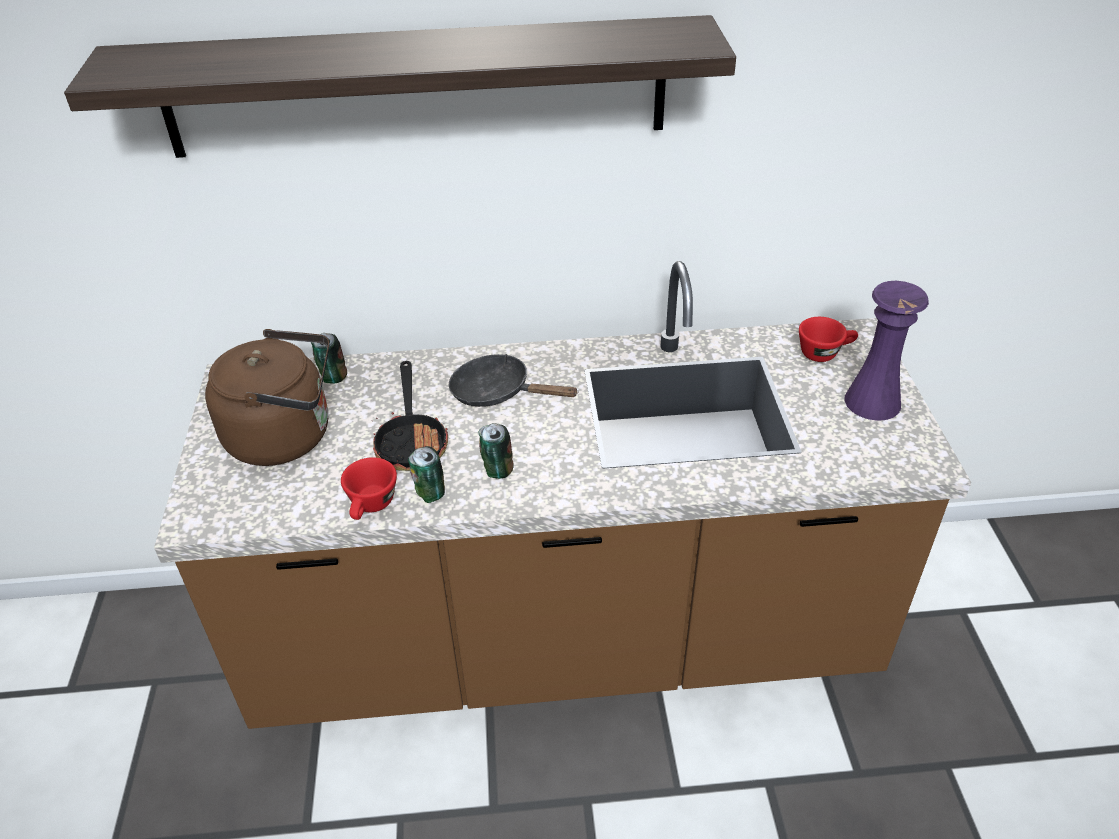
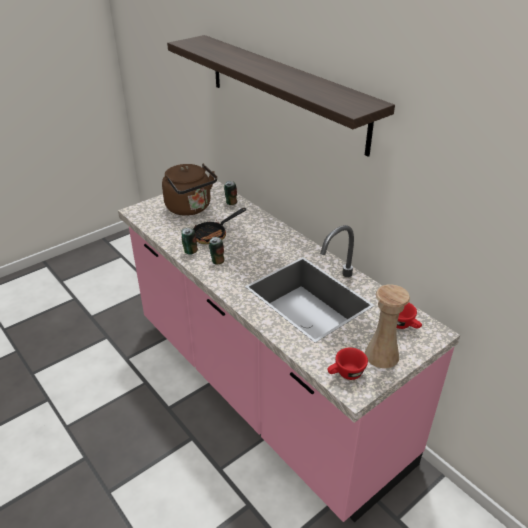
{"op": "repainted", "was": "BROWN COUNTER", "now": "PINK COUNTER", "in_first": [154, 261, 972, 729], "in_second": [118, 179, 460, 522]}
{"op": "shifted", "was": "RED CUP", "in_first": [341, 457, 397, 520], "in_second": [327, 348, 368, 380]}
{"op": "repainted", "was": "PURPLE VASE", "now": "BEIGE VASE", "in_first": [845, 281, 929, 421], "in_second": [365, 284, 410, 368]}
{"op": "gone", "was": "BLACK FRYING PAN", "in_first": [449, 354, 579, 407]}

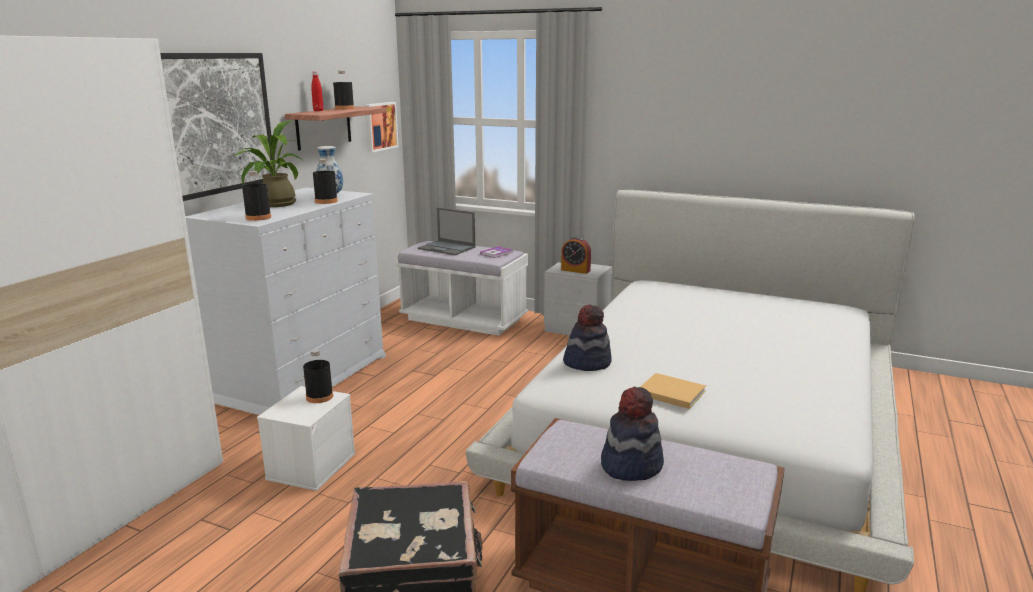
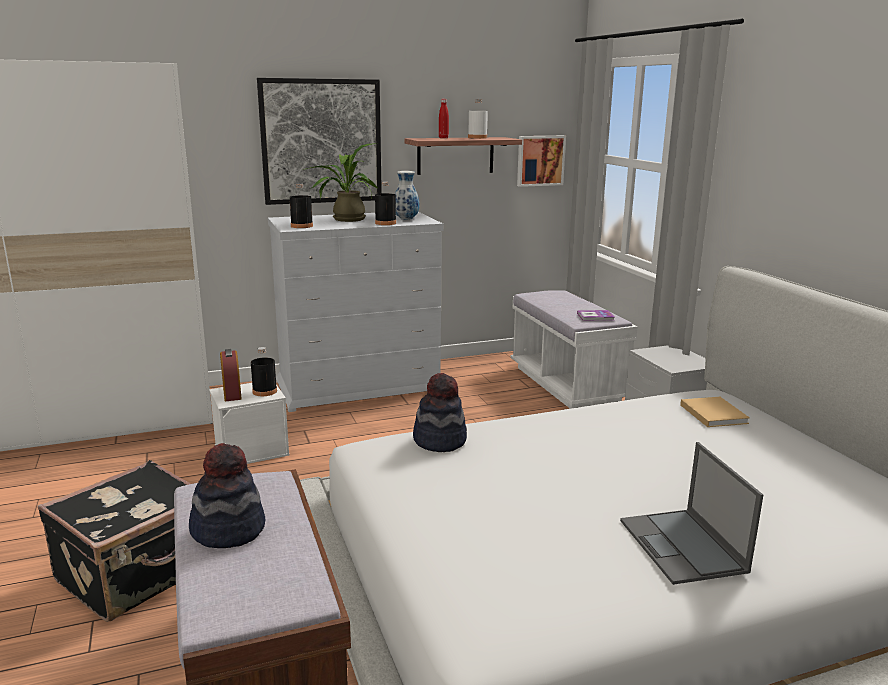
{"op": "shifted", "was": "ALARM CLOCK", "in_first": [561, 237, 591, 274], "in_second": [220, 349, 242, 401]}
{"op": "repainted", "was": "BLACK BOTTLE", "now": "WHITE BOTTLE", "in_first": [333, 71, 354, 110], "in_second": [468, 99, 488, 139]}
{"op": "shifted", "was": "LAPTOP", "in_first": [418, 208, 475, 255], "in_second": [620, 442, 763, 585]}
{"op": "shifted", "was": "BEIGE BOOK", "in_first": [640, 373, 706, 409], "in_second": [680, 397, 750, 427]}

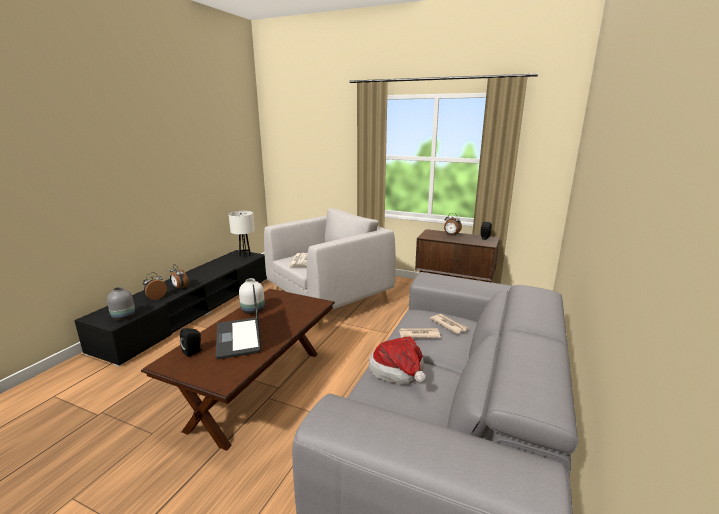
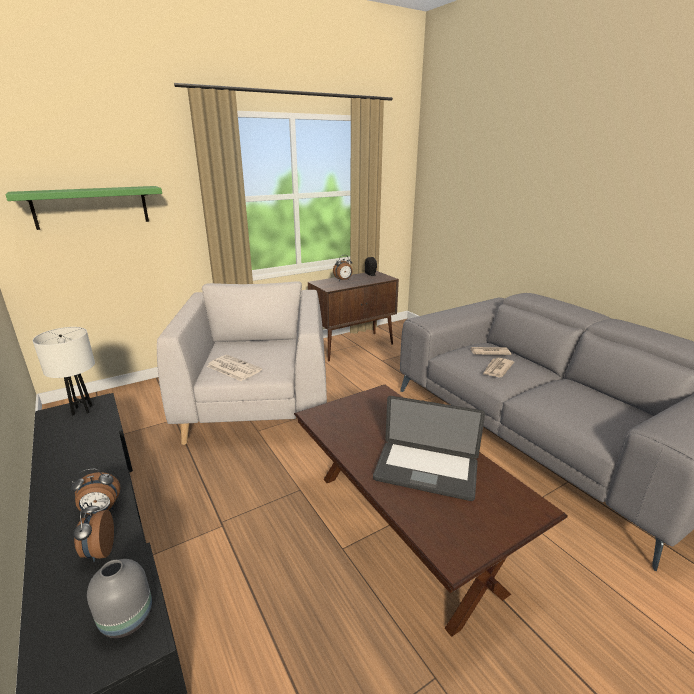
{"op": "new", "now": "GREEN SHELF", "in_second": [6, 186, 162, 230]}
{"op": "gone", "was": "BLACK SPEAKER", "in_first": [180, 328, 202, 357]}
{"op": "gone", "was": "WHITE VASE", "in_first": [239, 278, 265, 314]}
{"op": "gone", "was": "HAT", "in_first": [369, 337, 426, 385]}

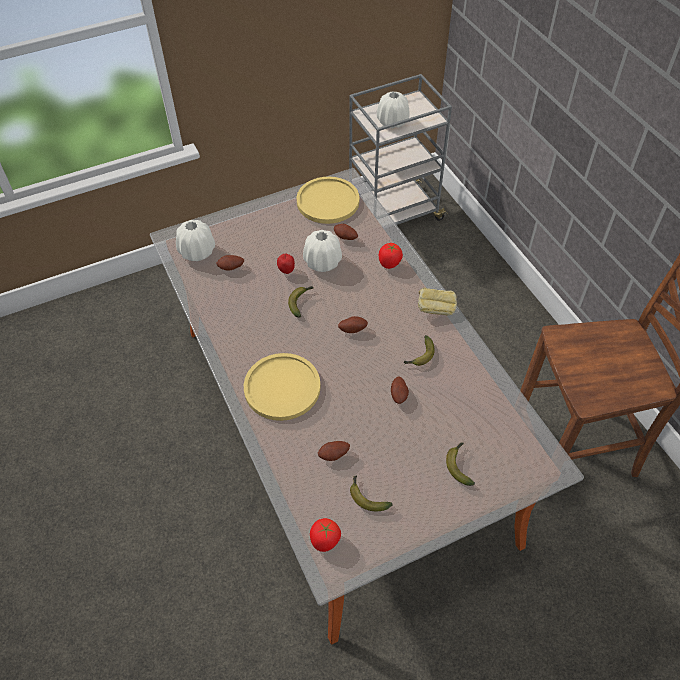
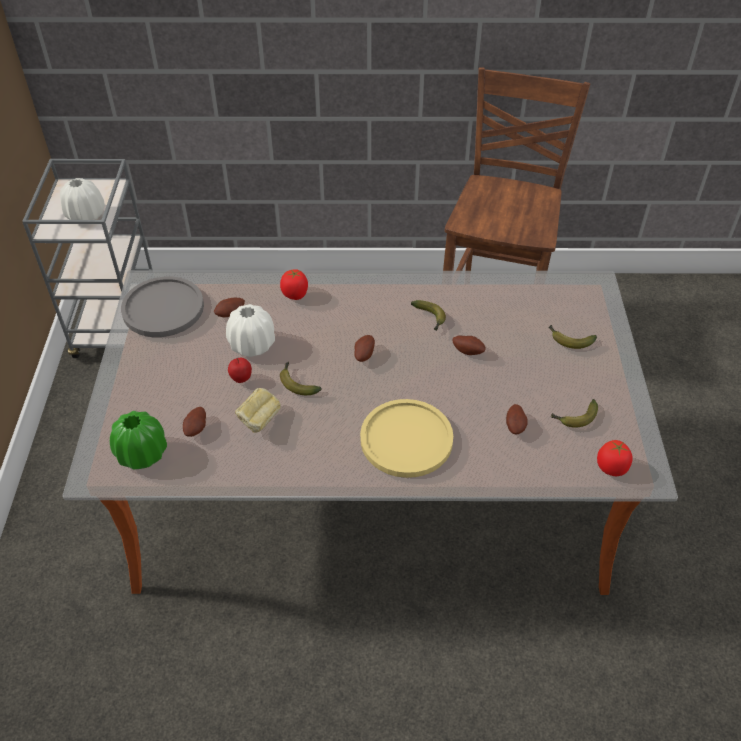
{"op": "repainted", "was": "WHITE VASE", "now": "GREEN VASE", "in_first": [176, 220, 215, 261], "in_second": [110, 411, 167, 469]}
{"op": "repainted", "was": "YELLOW PLATE", "now": "GREY PLATE", "in_first": [297, 177, 359, 224], "in_second": [121, 276, 204, 337]}
{"op": "shifted", "was": "BREAD", "in_first": [418, 287, 457, 316], "in_second": [235, 388, 281, 433]}

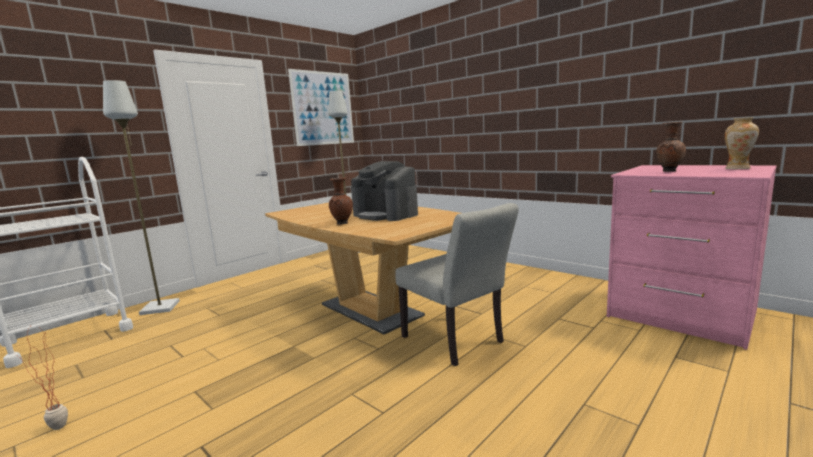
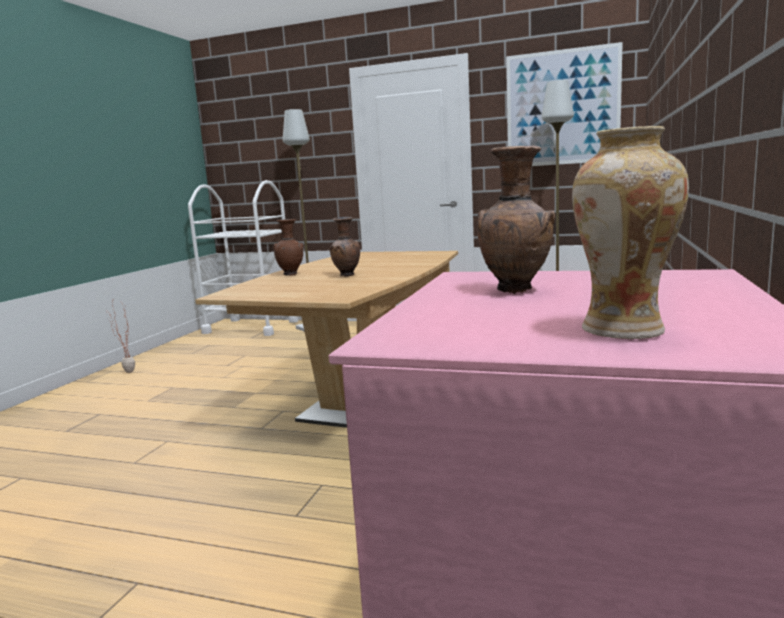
{"op": "swapped", "was": "COFFEE MACHINE", "now": "BROWN VASE", "in_first": [351, 161, 418, 221], "in_second": [329, 217, 360, 277]}
{"op": "gone", "was": "GREY CHAIR", "in_first": [395, 203, 519, 366]}

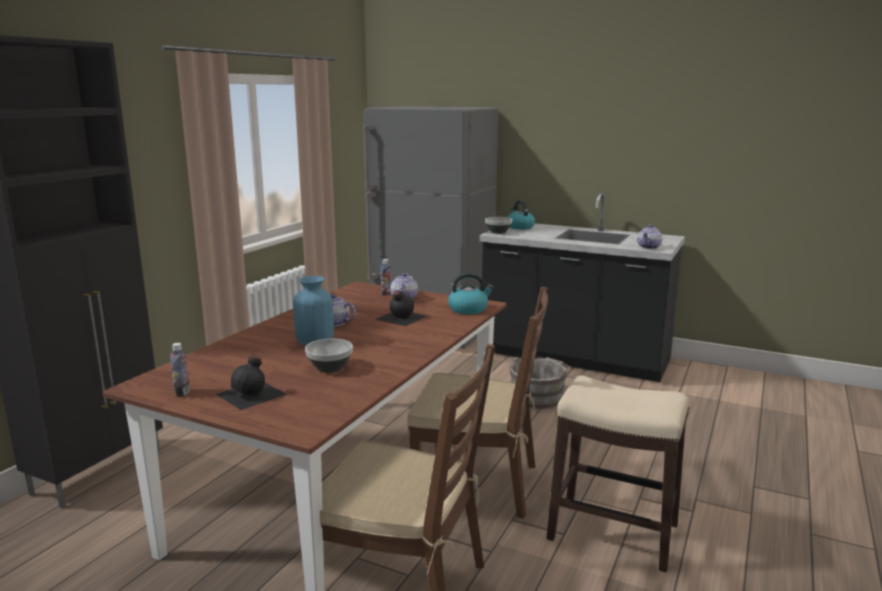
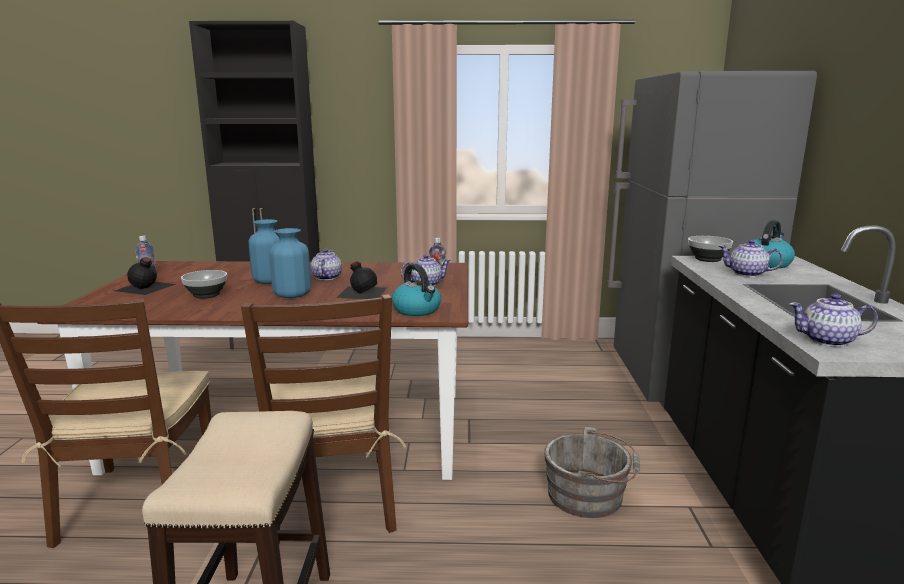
{"op": "new", "now": "BLUE VASE", "in_second": [269, 228, 311, 298]}
{"op": "new", "now": "TEAPOT", "in_second": [719, 240, 783, 277]}

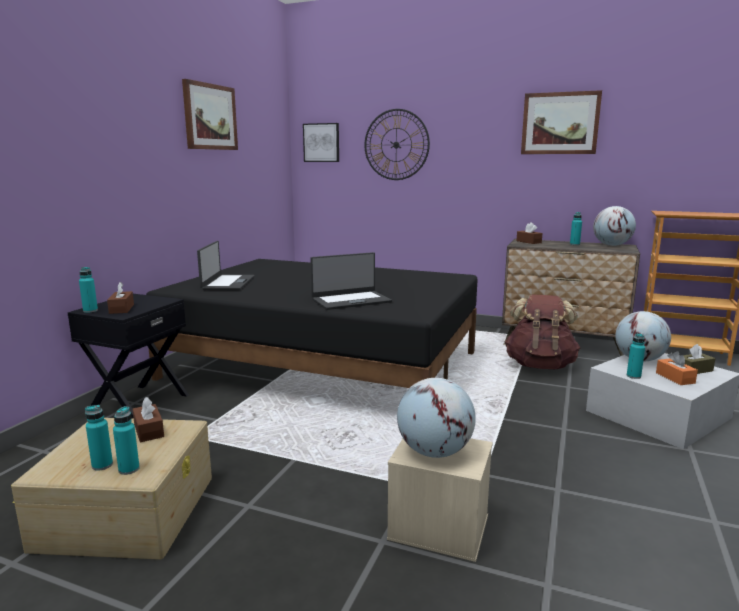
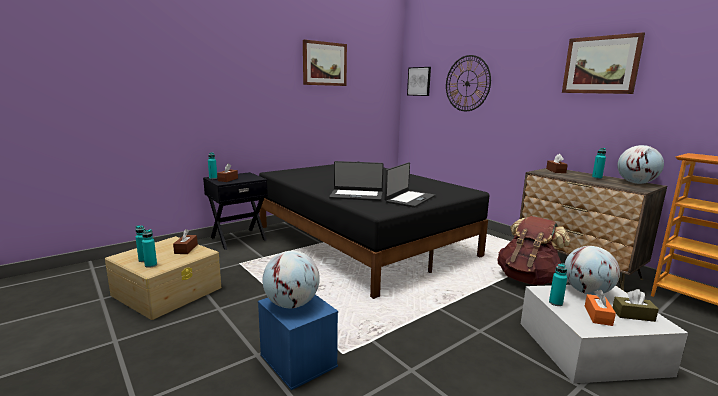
{"op": "repainted", "was": "BEIGE STORAGE BOX", "now": "BLUE STORAGE BOX", "in_first": [387, 438, 493, 562], "in_second": [258, 295, 338, 390]}
{"op": "shifted", "was": "LAPTOP", "in_first": [197, 241, 255, 290], "in_second": [384, 162, 435, 208]}

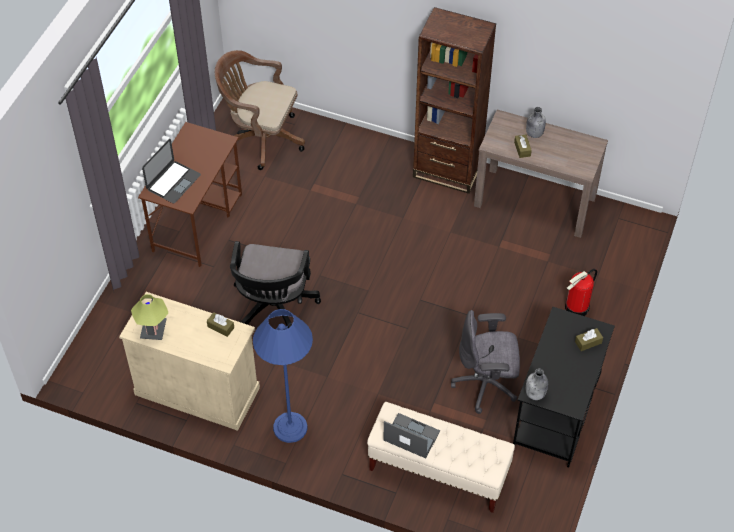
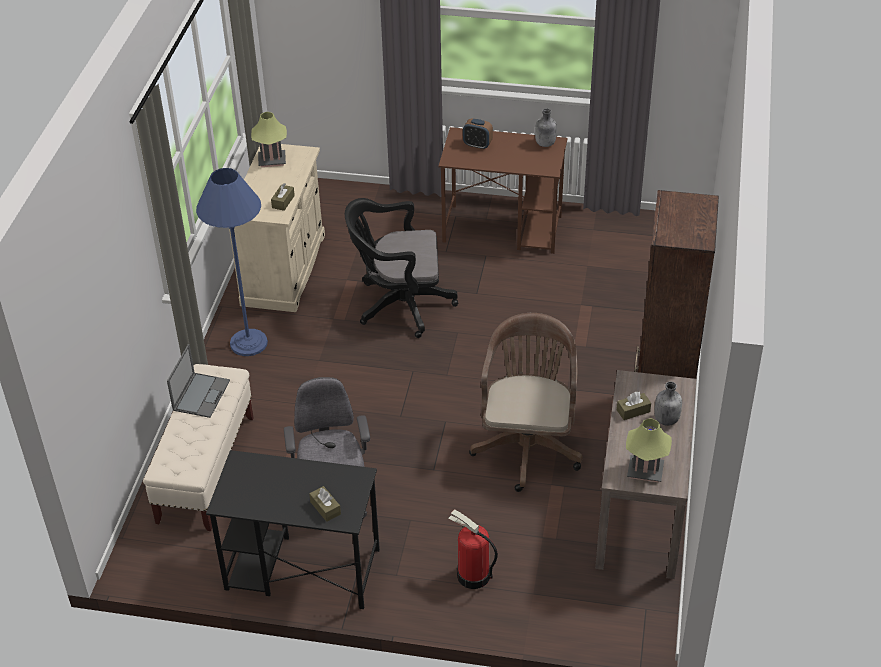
{"op": "swapped", "was": "LAPTOP", "now": "ALARM CLOCK", "in_first": [142, 139, 201, 204], "in_second": [463, 118, 493, 150]}
{"op": "shifted", "was": "BROWN OFFICE CHAIR", "in_first": [215, 50, 305, 170], "in_second": [469, 313, 583, 492]}
{"op": "shifted", "was": "GREY BOTTLE", "in_first": [526, 369, 548, 400], "in_second": [535, 108, 557, 147]}
{"op": "new", "now": "TABLE LAMP", "in_second": [626, 418, 672, 482]}

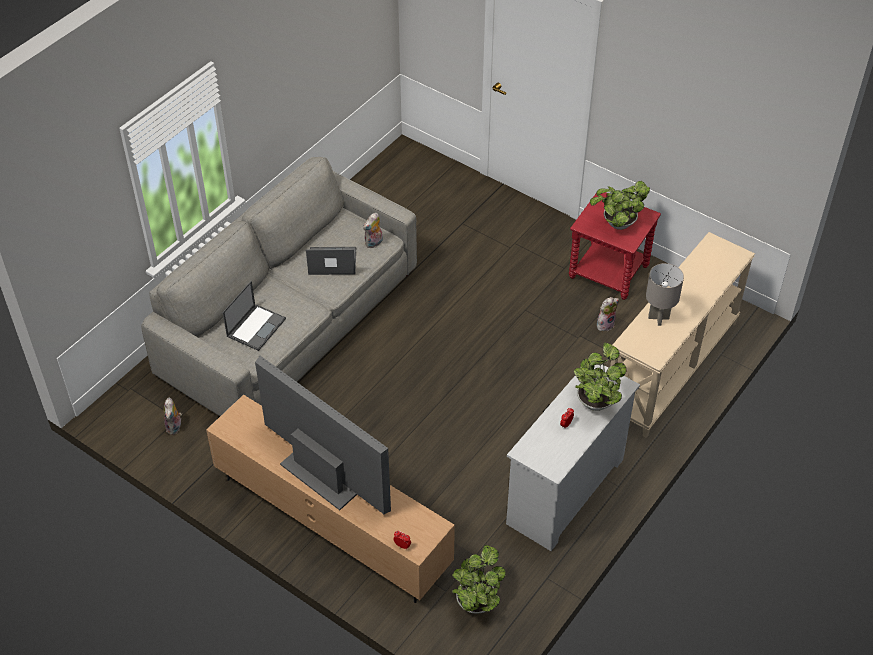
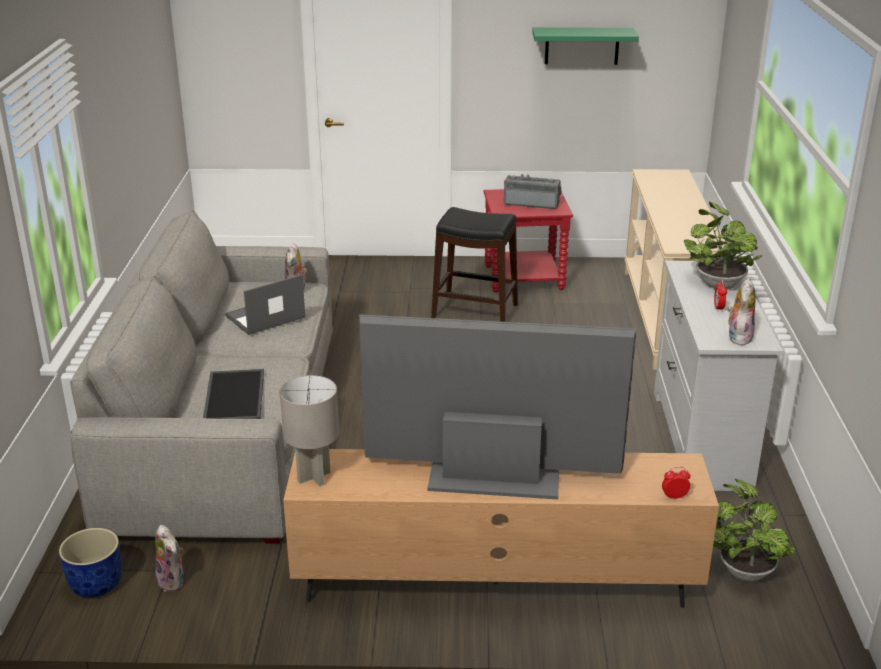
{"op": "new", "now": "BLUE PLANTER", "in_second": [59, 528, 122, 598]}
{"op": "swapped", "was": "LAPTOP", "now": "TRAY", "in_first": [223, 281, 286, 351], "in_second": [203, 369, 264, 419]}
{"op": "shifted", "was": "GREY TABLE LAMP", "in_first": [646, 263, 684, 326], "in_second": [279, 375, 339, 486]}
{"op": "new", "now": "BLACK STOOL", "in_second": [431, 207, 518, 322]}
{"op": "swapped", "was": "POTTED PLANT", "now": "RADIO", "in_first": [590, 181, 650, 230], "in_second": [504, 174, 562, 209]}
{"op": "new", "now": "GREEN SHELF", "in_second": [532, 27, 639, 65]}
{"op": "shifted", "was": "PLUSH TOY", "in_first": [597, 297, 619, 331], "in_second": [727, 278, 756, 345]}

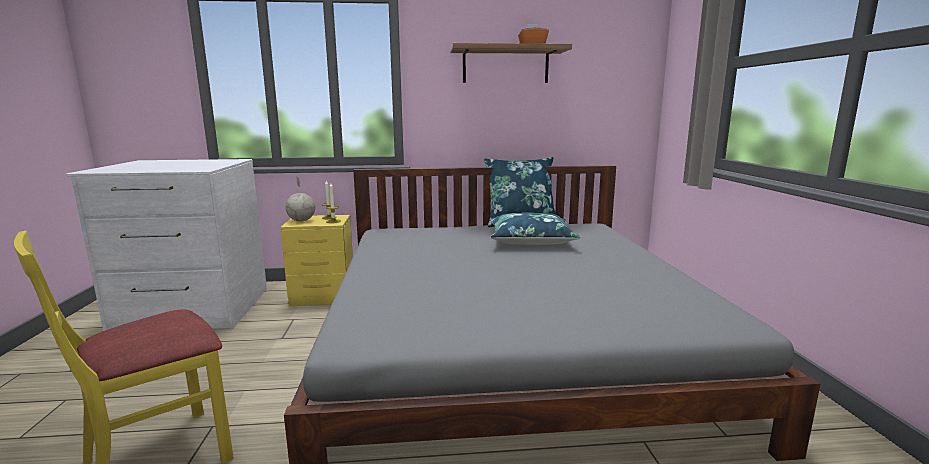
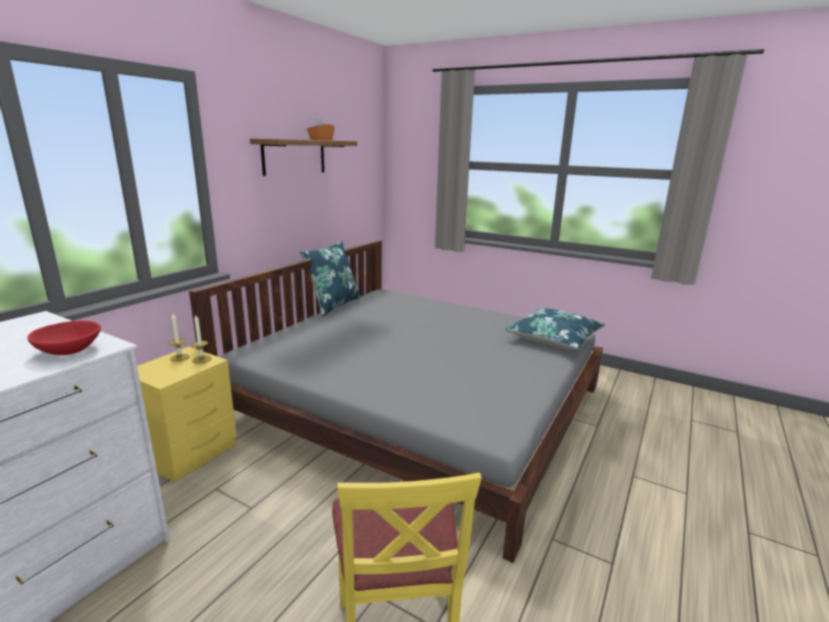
{"op": "new", "now": "RED BOWL", "in_second": [27, 321, 101, 355]}
{"op": "shifted", "was": "BLUE PILLOW", "in_first": [489, 213, 580, 245], "in_second": [505, 309, 605, 349]}
{"op": "gone", "was": "GLOBE", "in_first": [285, 177, 315, 221]}

